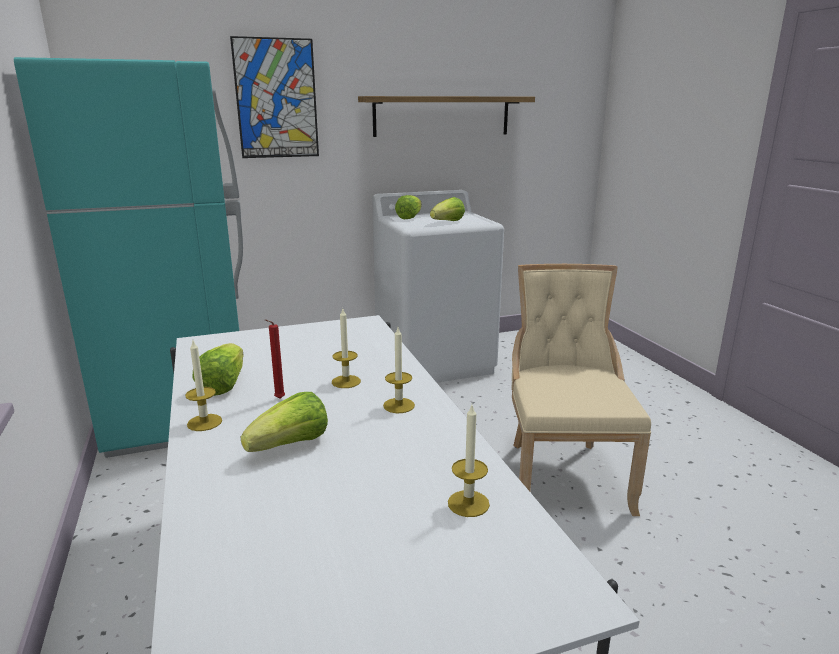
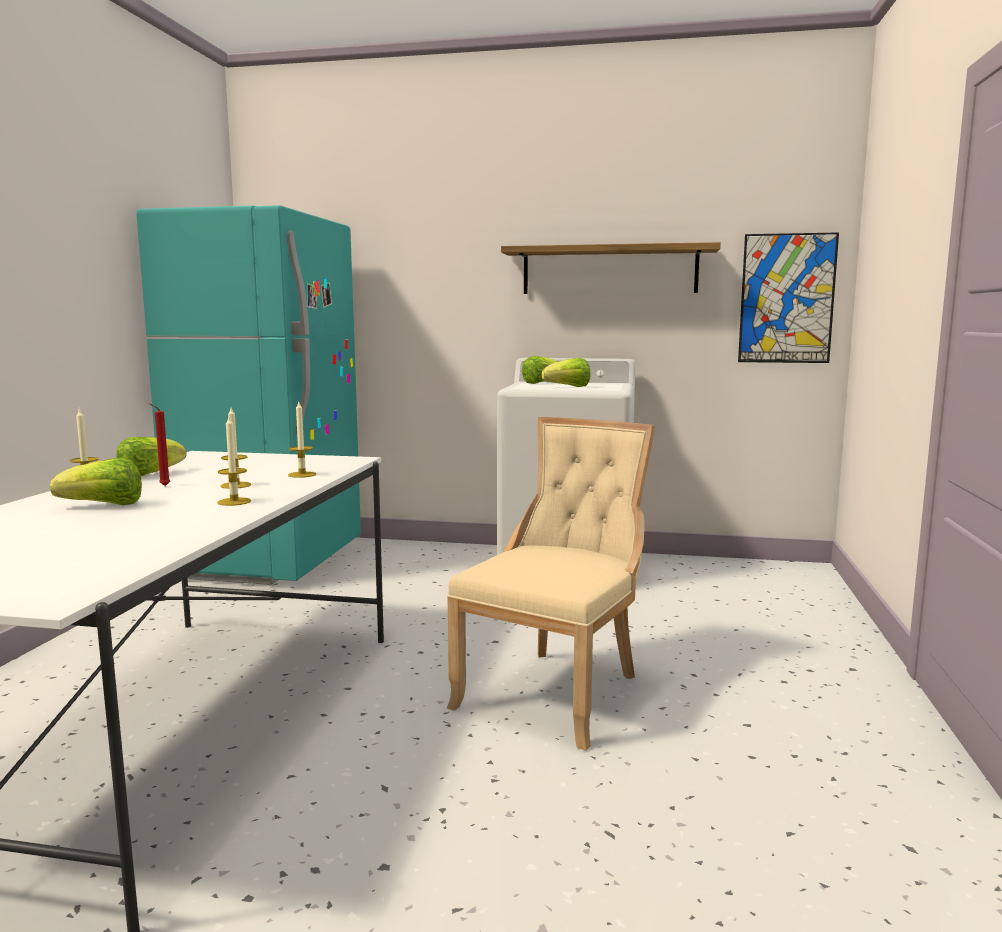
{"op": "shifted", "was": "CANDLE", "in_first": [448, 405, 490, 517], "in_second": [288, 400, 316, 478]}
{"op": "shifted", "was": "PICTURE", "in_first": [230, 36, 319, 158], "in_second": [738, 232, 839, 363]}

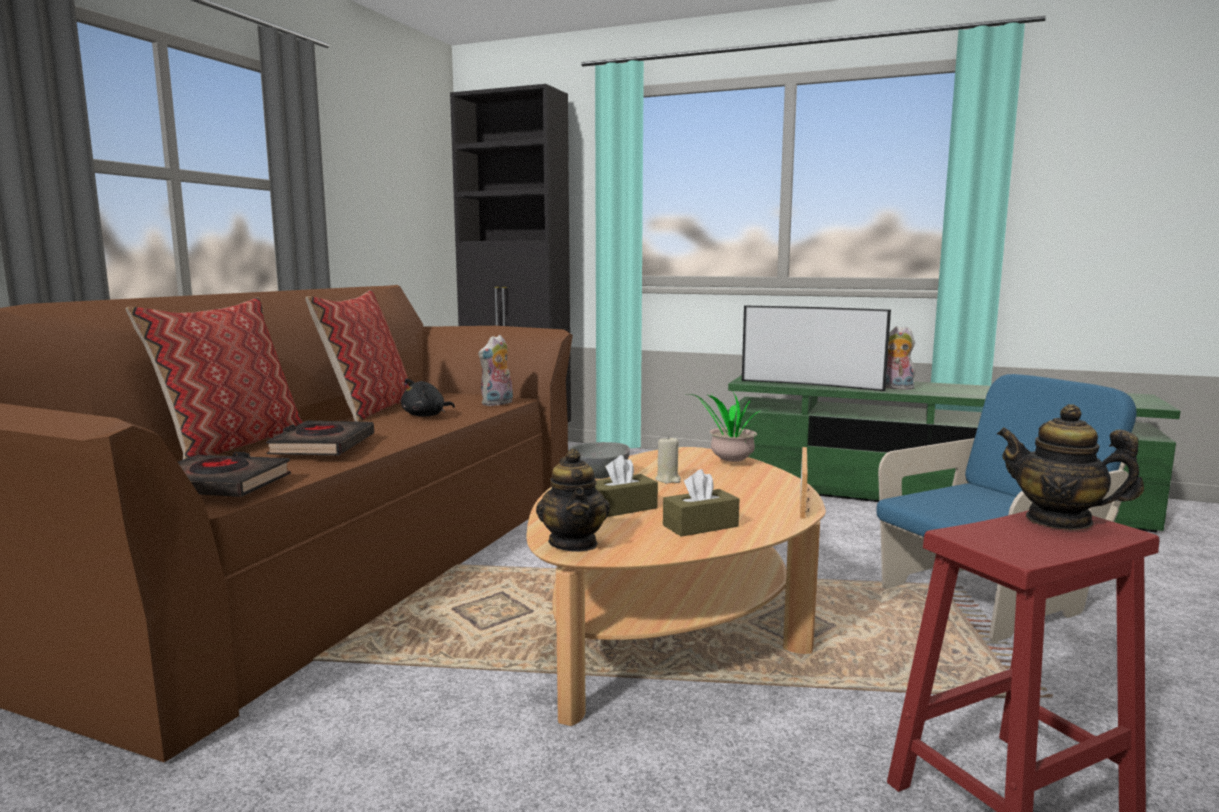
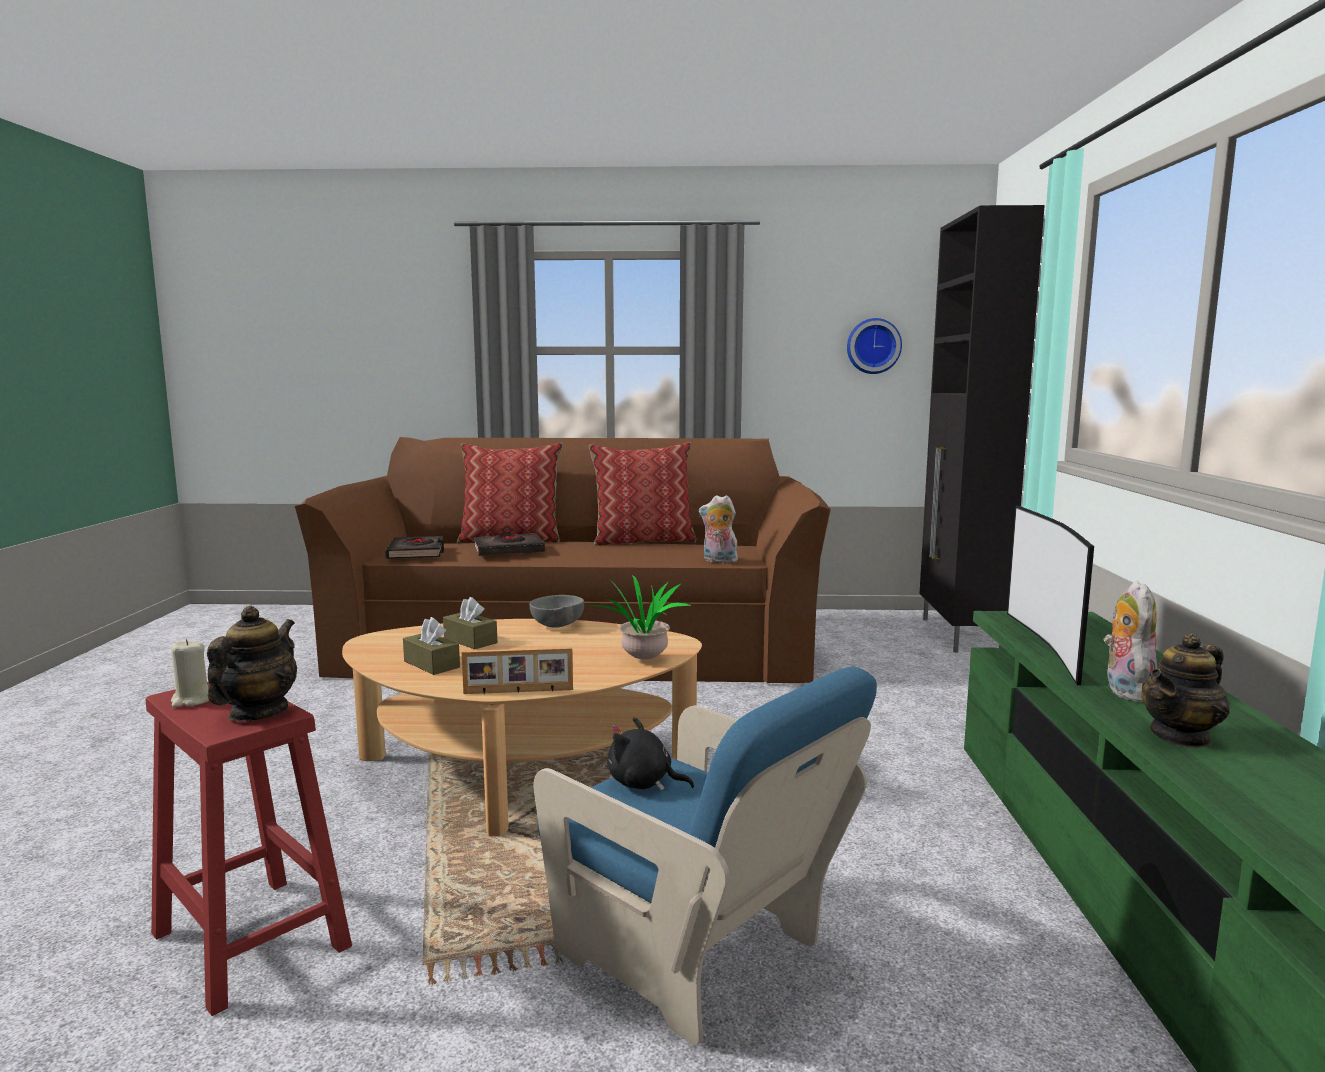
{"op": "shifted", "was": "BEIGE CANDLE", "in_first": [655, 435, 681, 483], "in_second": [171, 639, 210, 707]}
{"op": "shifted", "was": "BLACK PLUSH TOY", "in_first": [401, 379, 455, 417], "in_second": [607, 717, 694, 791]}
{"op": "new", "now": "WALL CLOCK", "in_second": [847, 318, 902, 374]}
{"op": "shifted", "was": "TEAPOT", "in_first": [536, 449, 610, 552], "in_second": [1142, 633, 1230, 748]}

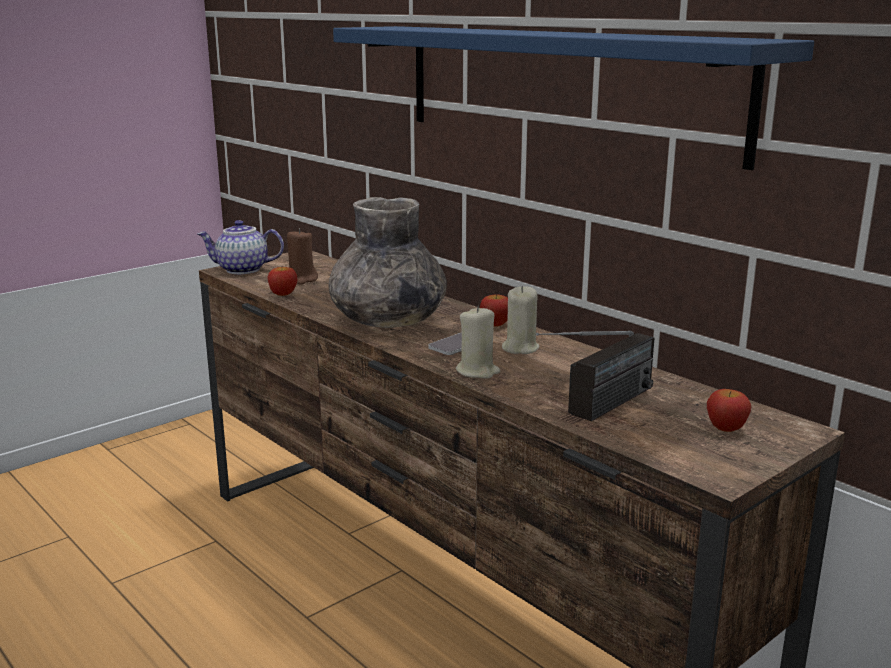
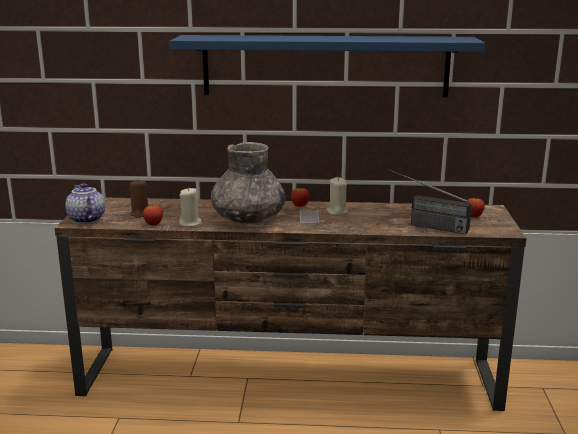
{"op": "rotated", "was": "TEAPOT", "in_first": [197, 220, 284, 274], "in_second": [65, 183, 105, 224], "clockwise": 105}
{"op": "shifted", "was": "BEIGE CANDLE", "in_first": [456, 306, 500, 379], "in_second": [179, 187, 202, 227]}
{"op": "rotated", "was": "RADIO", "in_first": [536, 330, 654, 421], "in_second": [388, 169, 472, 234], "clockwise": 120}

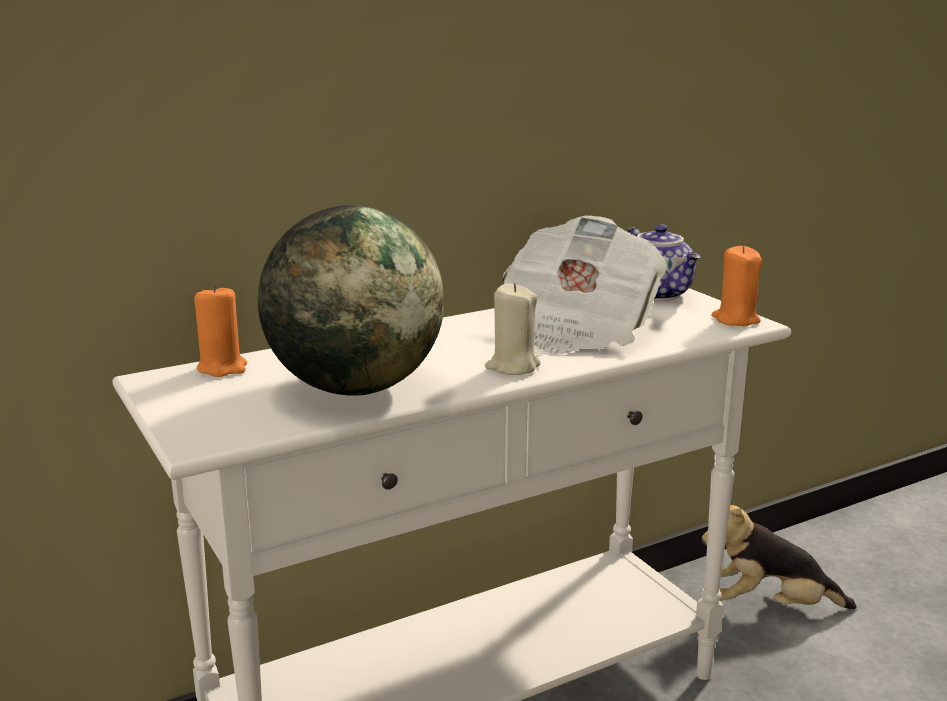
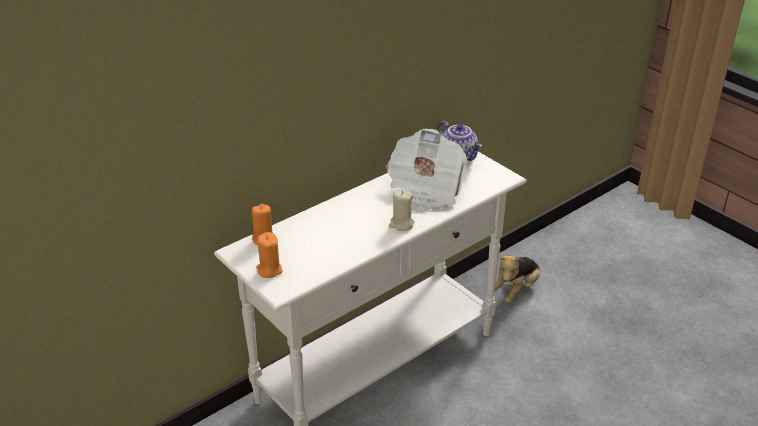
{"op": "shifted", "was": "ORANGE CANDLE", "in_first": [711, 245, 762, 326], "in_second": [256, 232, 282, 278]}
{"op": "rotated", "was": "PLUSH TOY", "in_first": [702, 505, 856, 609], "in_second": [494, 256, 540, 303], "clockwise": -45}
{"op": "gone", "was": "GLOBE", "in_first": [258, 205, 444, 396]}

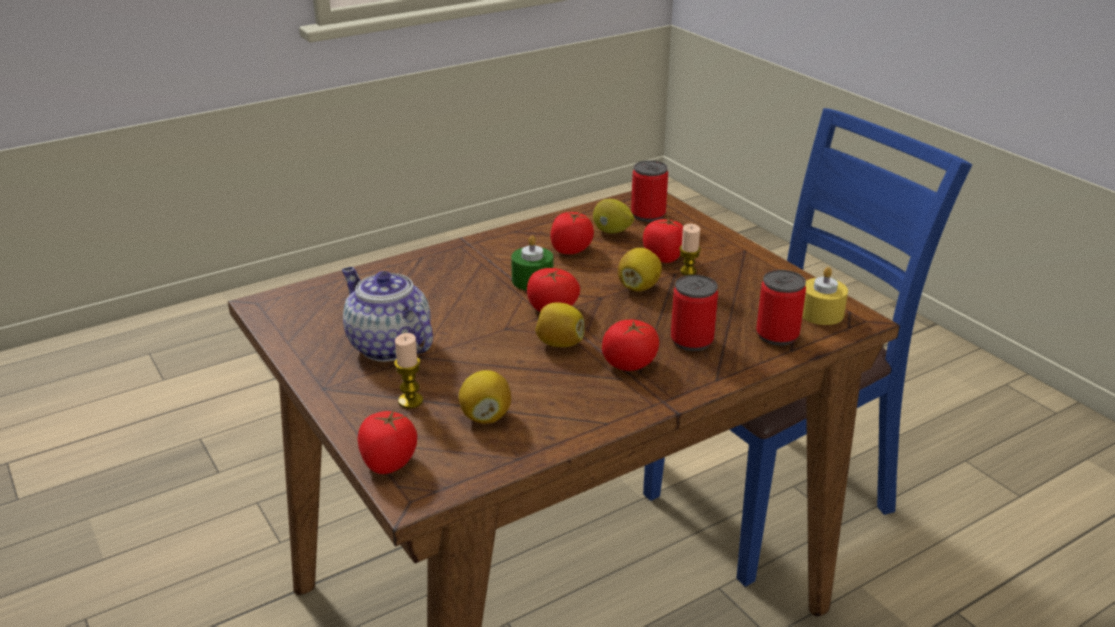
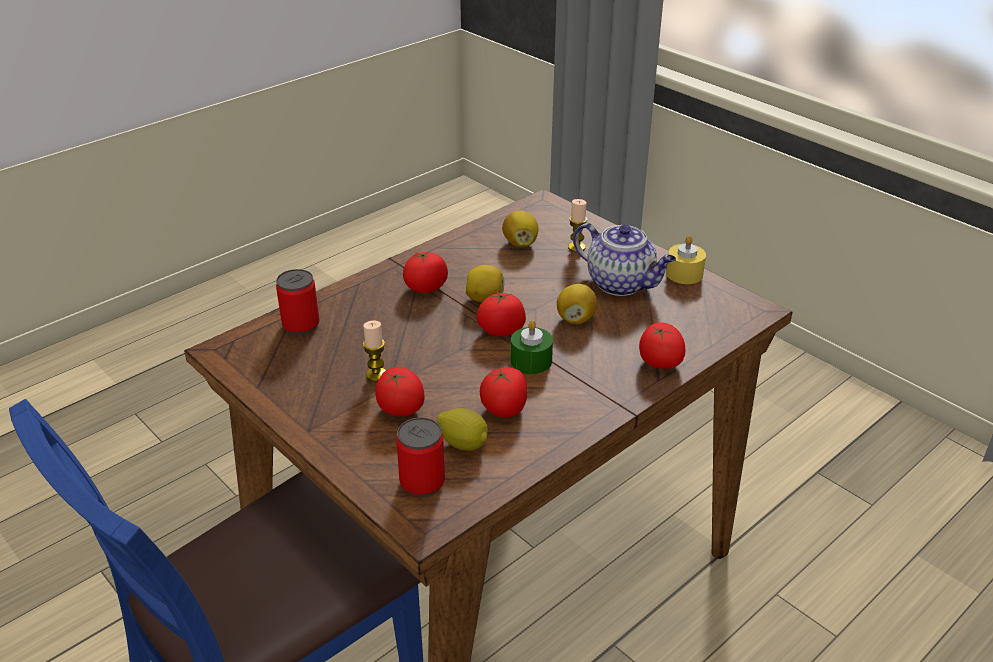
{"op": "shifted", "was": "LEMON", "in_first": [618, 248, 662, 291], "in_second": [557, 284, 597, 324]}
{"op": "shifted", "was": "TOMATO", "in_first": [358, 409, 417, 474], "in_second": [639, 322, 685, 369]}
{"op": "shifted", "was": "YELLOW CANDLE", "in_first": [802, 267, 848, 325], "in_second": [666, 236, 706, 284]}
{"op": "gone", "was": "CAN", "in_first": [671, 275, 718, 351]}

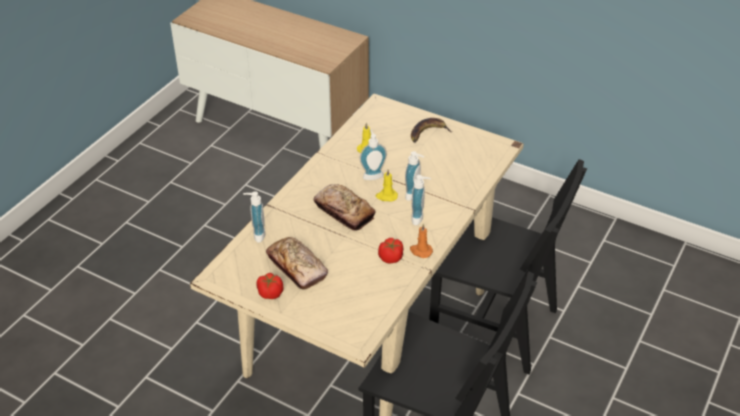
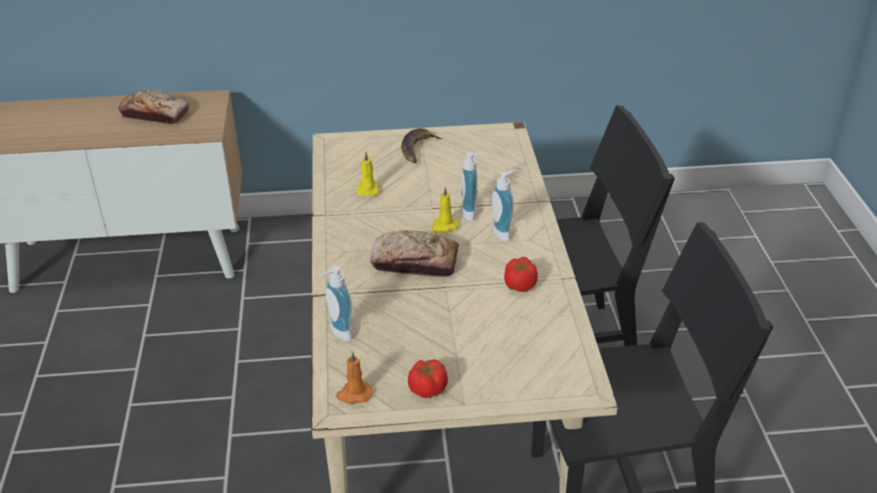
{"op": "shifted", "was": "BREAD", "in_first": [266, 237, 328, 289], "in_second": [118, 90, 189, 124]}
{"op": "shifted", "was": "ORANGE CANDLE", "in_first": [410, 224, 433, 258], "in_second": [336, 351, 372, 404]}
{"op": "gone", "was": "SOAP DISPENSER", "in_first": [360, 129, 387, 180]}

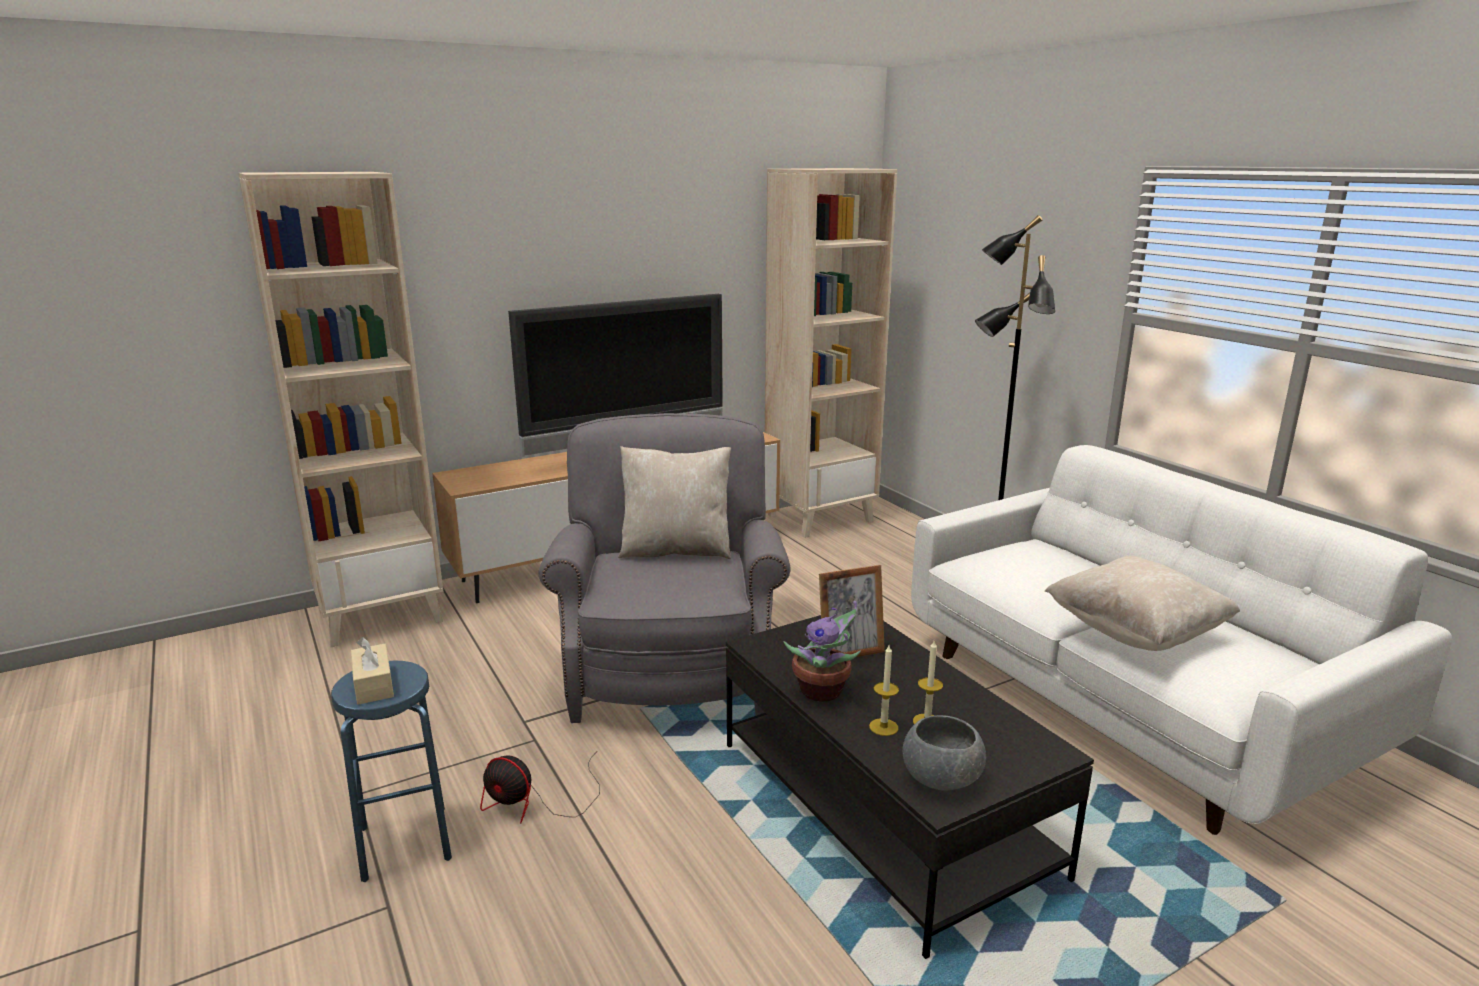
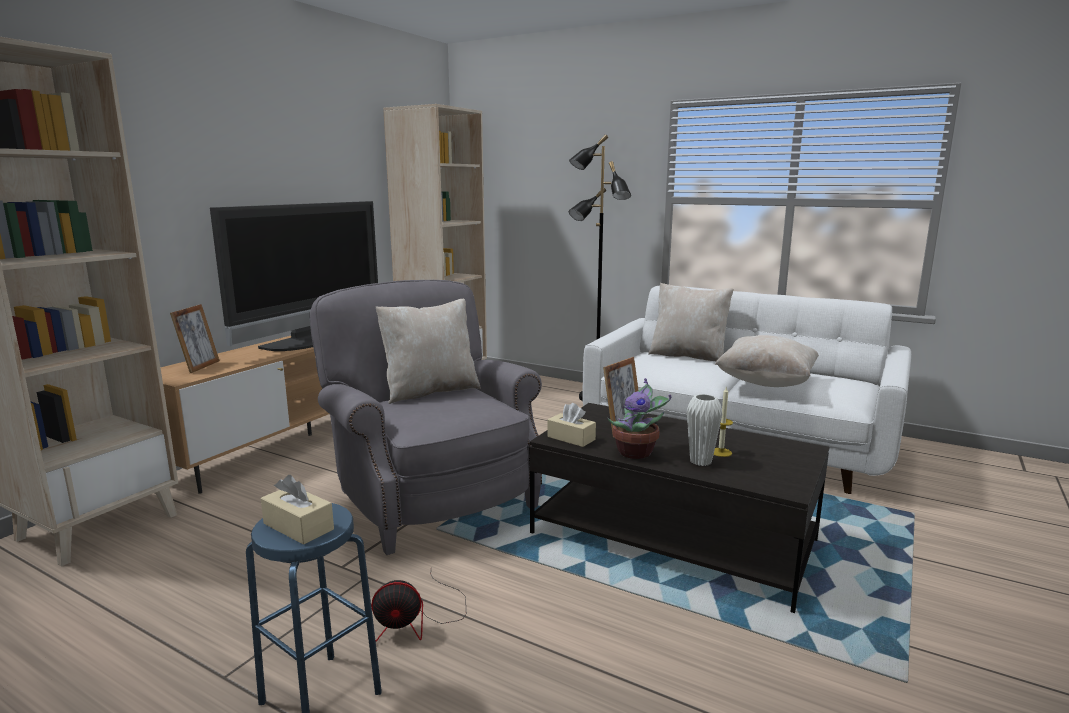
{"op": "new", "now": "PICTURE FRAME", "in_second": [170, 304, 220, 373]}
{"op": "new", "now": "BEIGE TISSUE BOX", "in_second": [547, 403, 596, 447]}
{"op": "new", "now": "BEIGE PILLOW", "in_second": [648, 283, 734, 362]}
{"op": "swapped", "was": "CANDLE", "now": "WHITE VASE", "in_first": [869, 645, 899, 736], "in_second": [687, 394, 722, 466]}
{"op": "gone", "was": "GREY BOWL", "in_first": [902, 715, 986, 791]}

